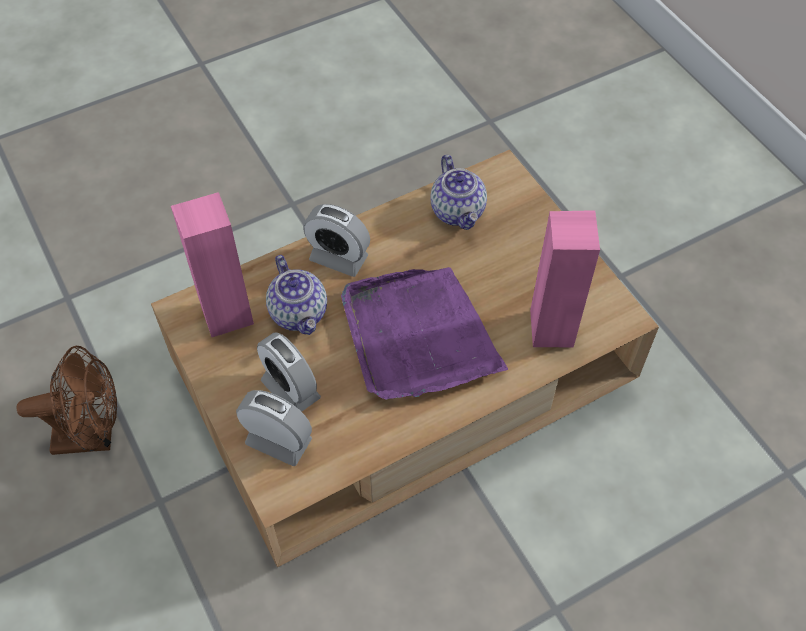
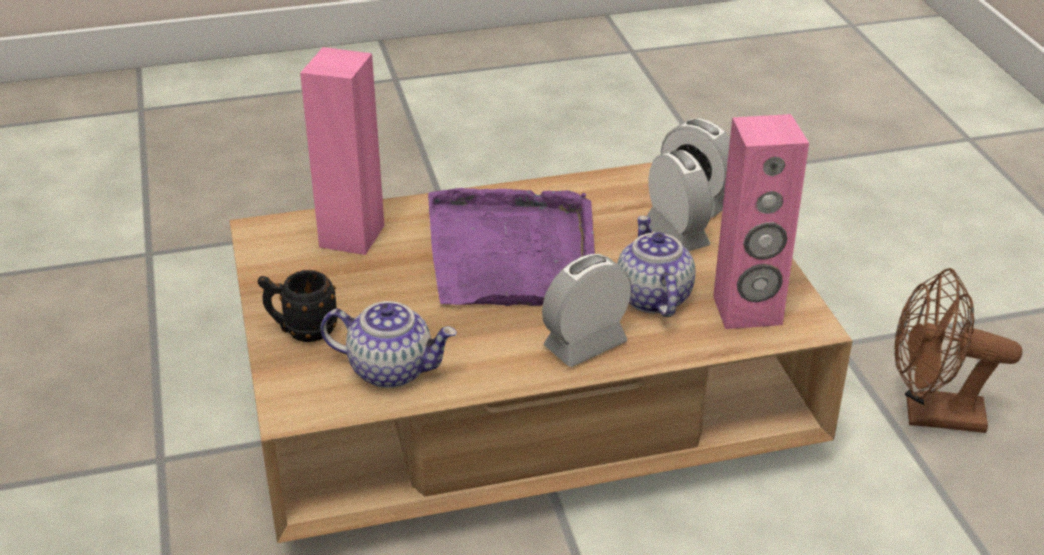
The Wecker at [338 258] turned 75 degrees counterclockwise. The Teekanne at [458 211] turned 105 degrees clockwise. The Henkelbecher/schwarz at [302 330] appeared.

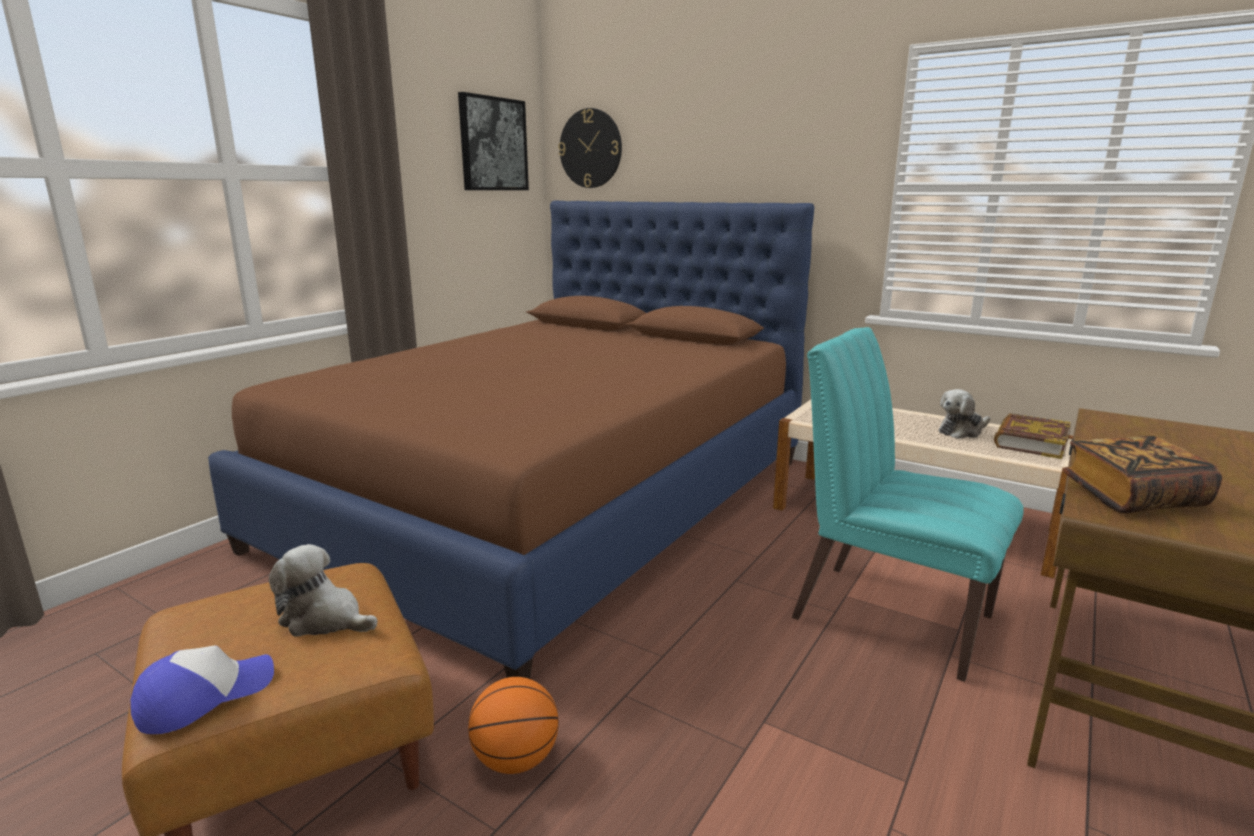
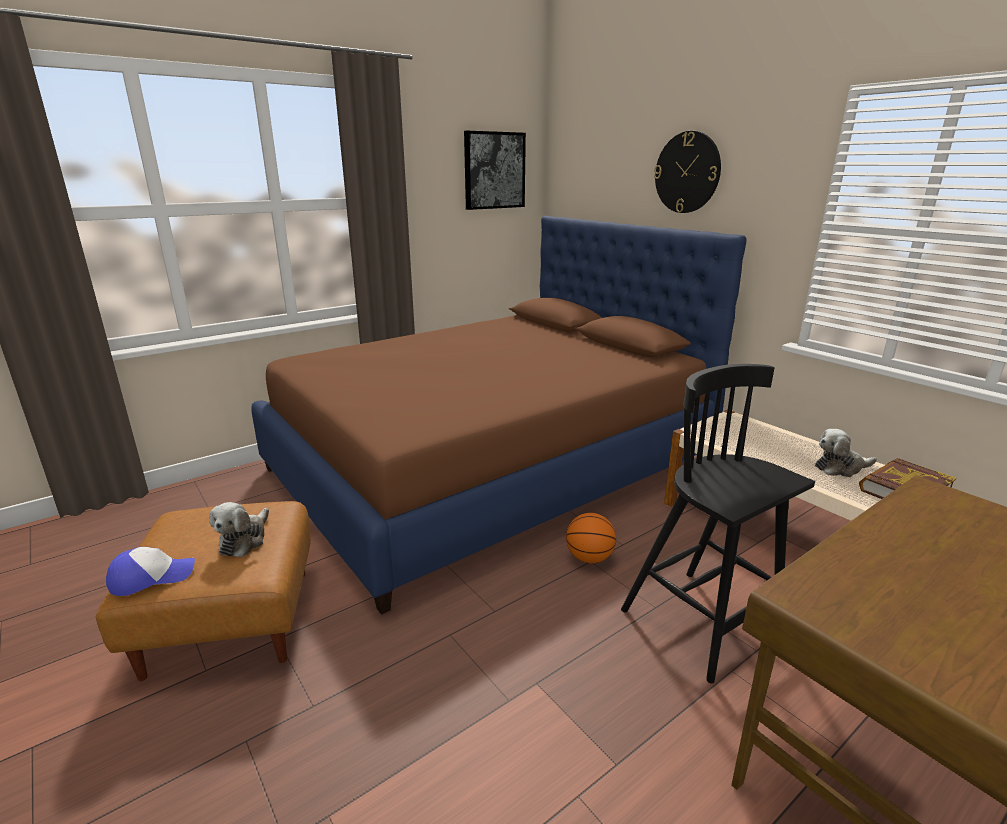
The Plüschtier at [325 619] turned 120 degrees counterclockwise. The Basketball moved from [516 759] to [589 558]. The Wanduhr moved from [590 148] to [687 172]. The Stuhl/türkis at [893 618] was replaced by the Hocker/schwarz at [703 625]. The Buch at [1132 497] disappeared.

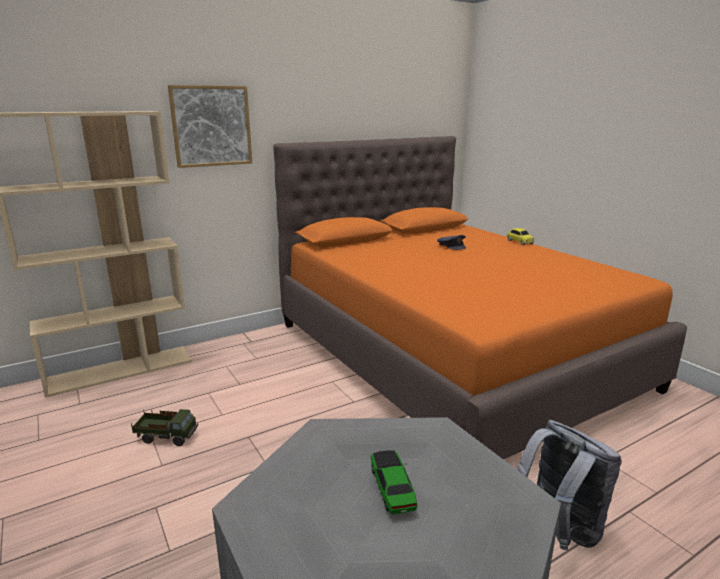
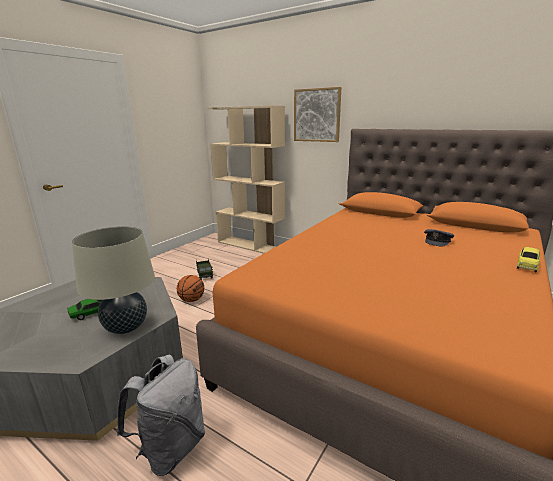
The Tischlampe/beige at [126 327] appeared. The Basketball at [191 300] appeared.

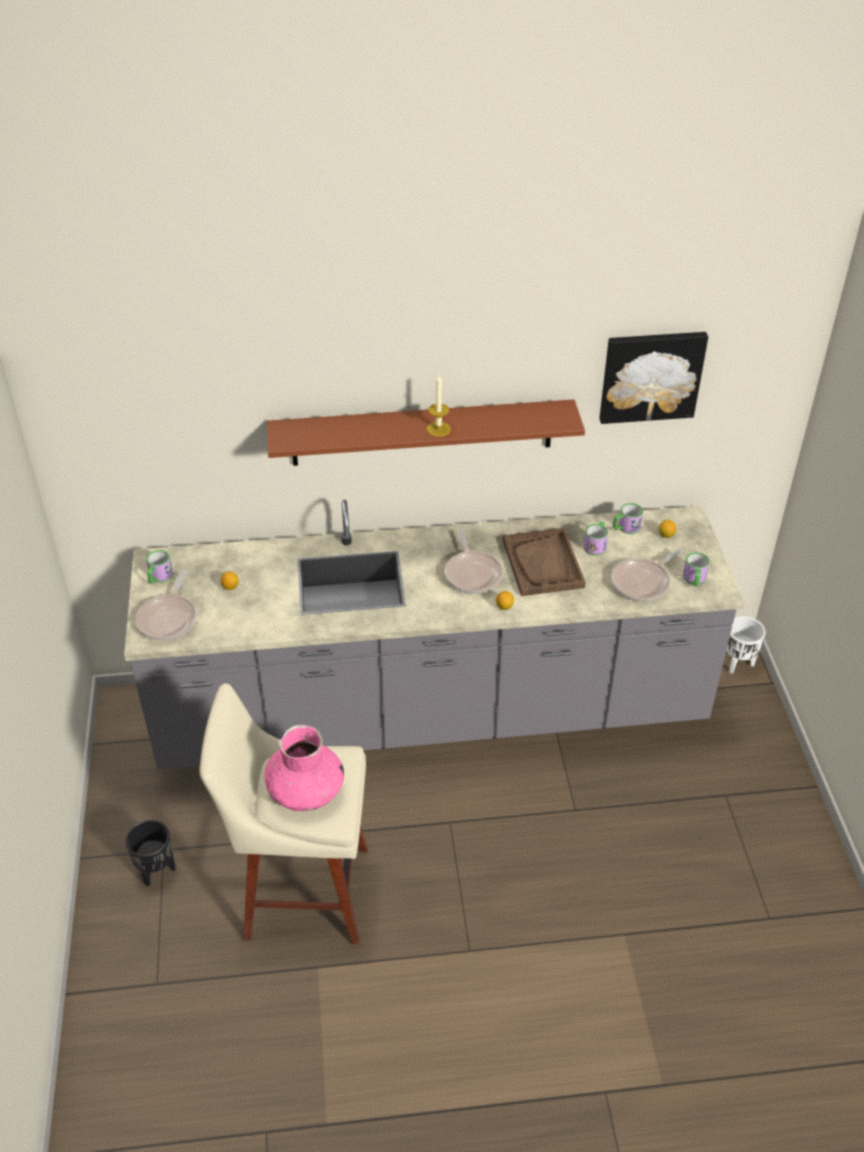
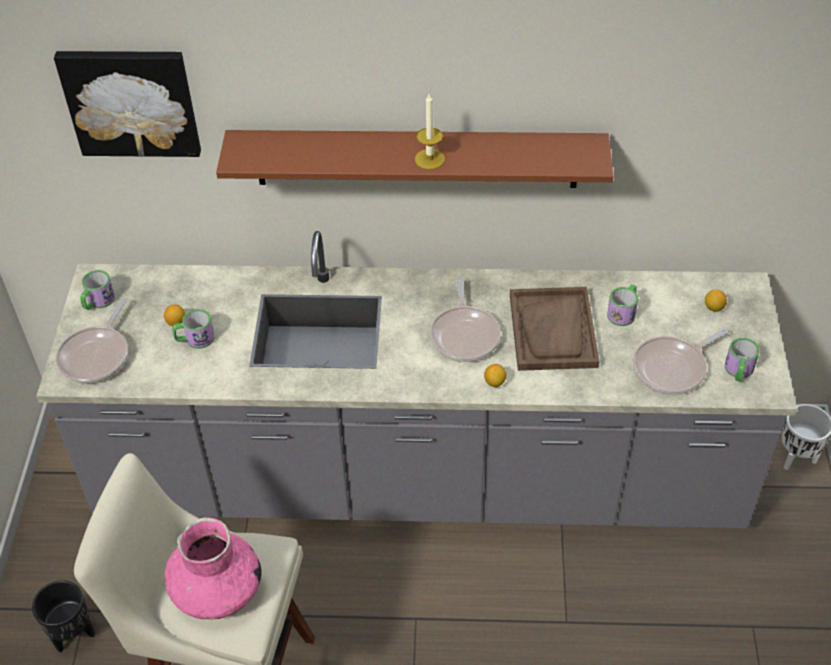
The Bild moved from [651 375] to [131 101]. The Henkelbecher moved from [625 528] to [195 339].

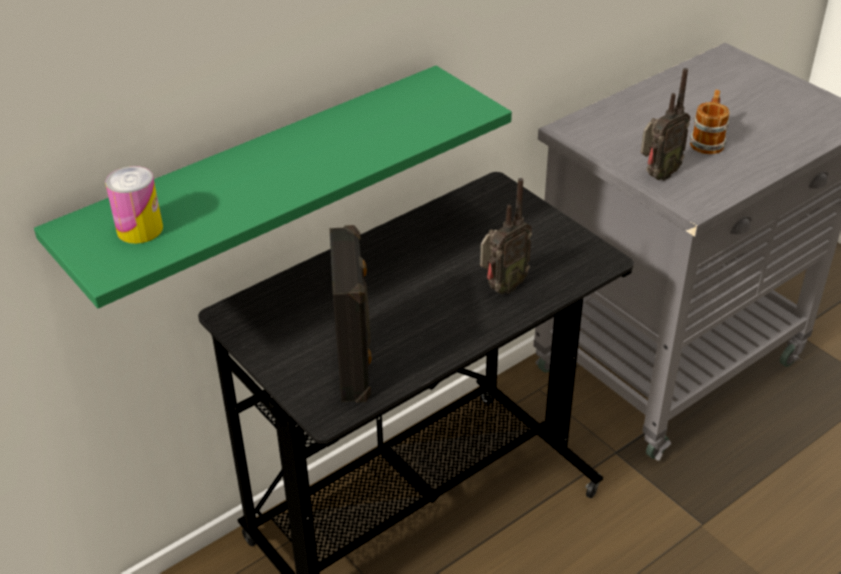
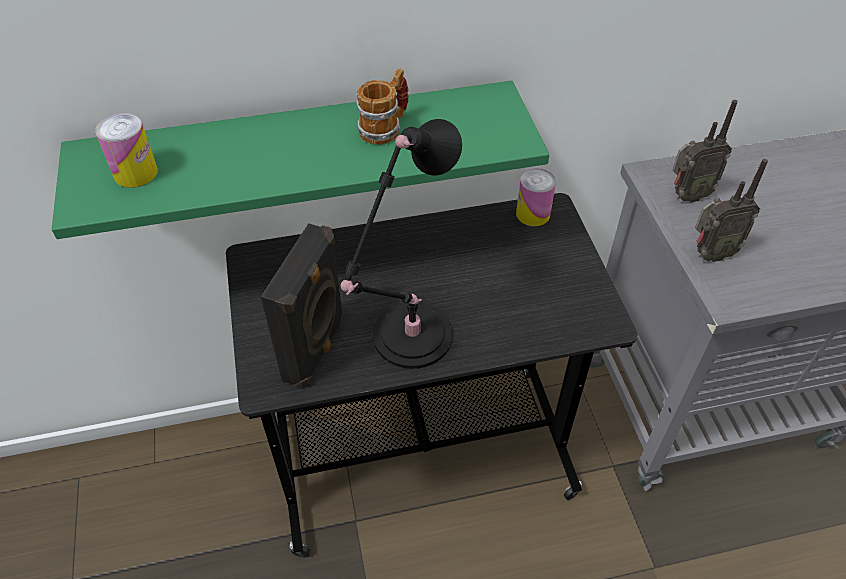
The Radio moved from [502 287] to [686 195]. The Henkelbecher moved from [708 141] to [385 127]. The Tischlampe/schwarz at [407 340] appeared. The Dose at [533 214] appeared.

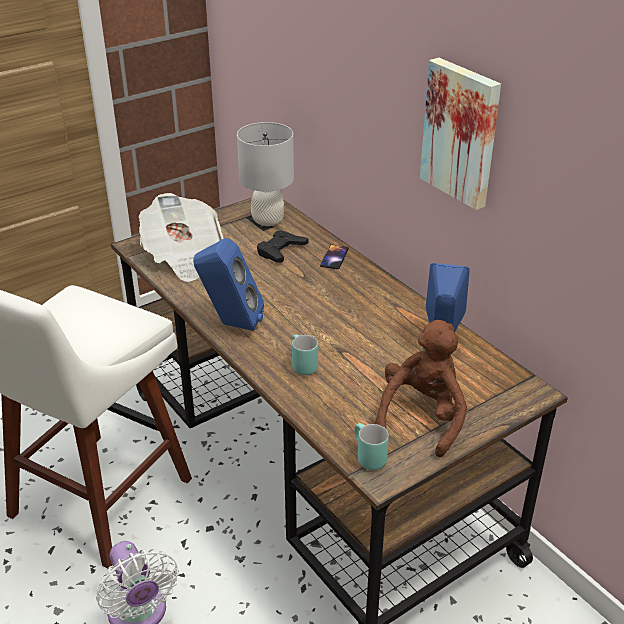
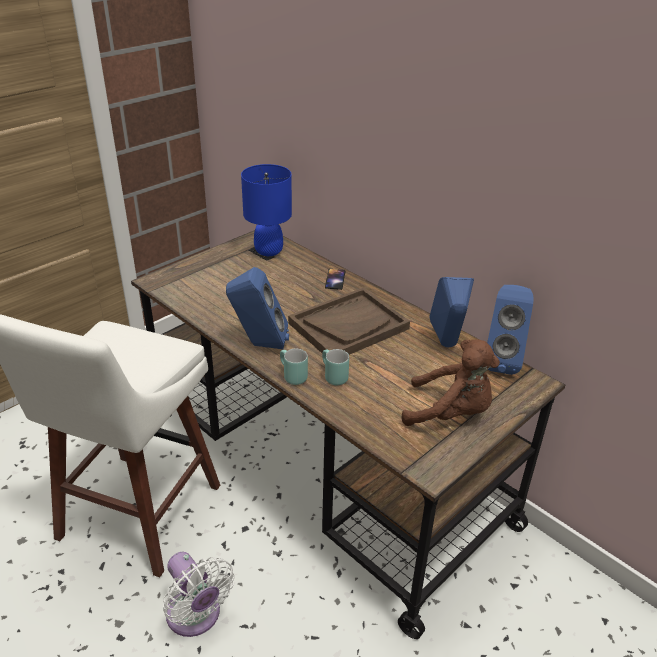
The Zeitung at [184 257] disappeared. The Tischlampe/grau at [268 222] became the Tischlampe/blau at [269 252]. The Gamepad/schwarz at [281 250] disappeared. The Henkelbecher/türkis moved from [366 457] to [291 376]. The Plüschtier/braun at [422 417] turned 90 degrees clockwise. The Bild at [462 132] disappeared. The Tablett/braun at [348 326] appeared. The Lautsprecher/blau at [501 360] appeared.

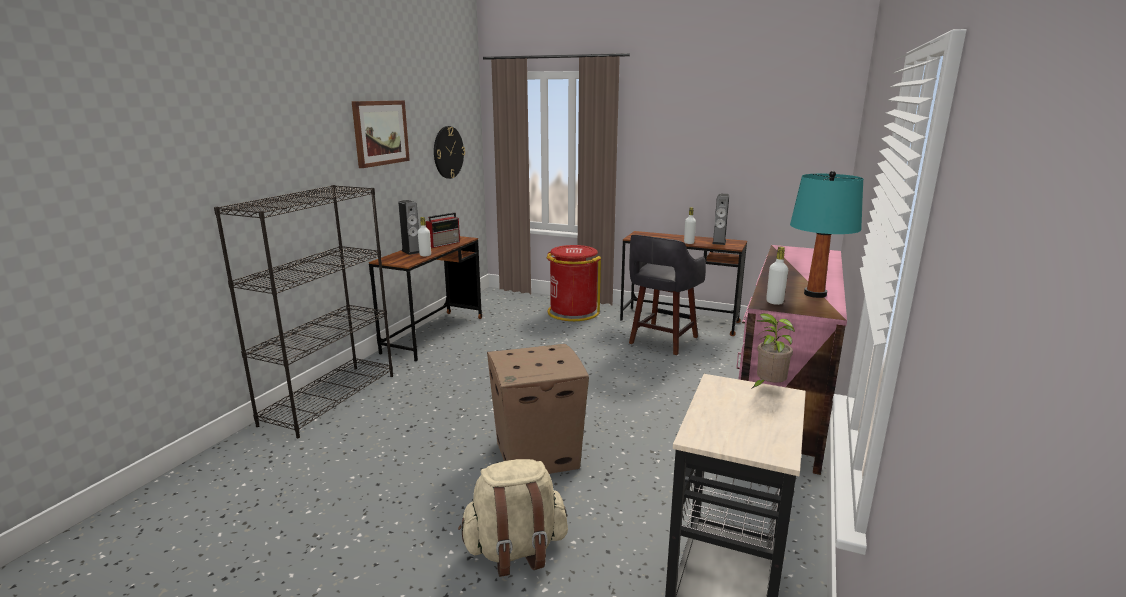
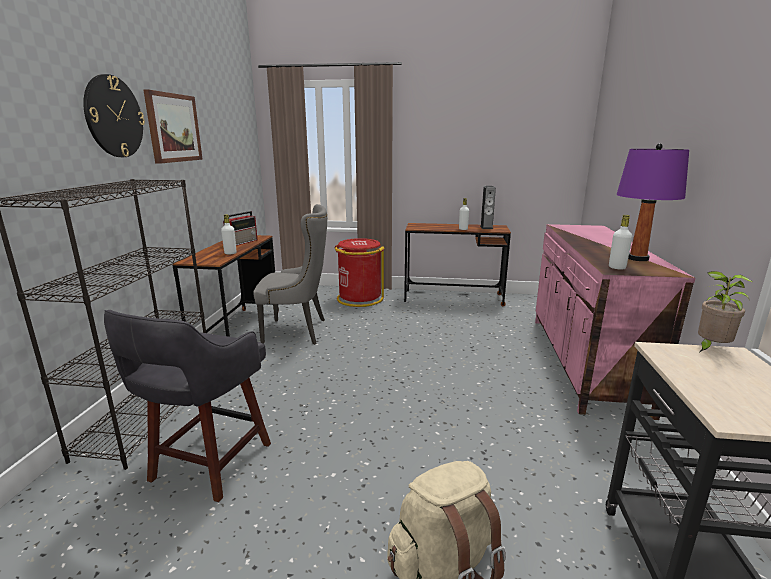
The Lautsprecher at [411 251] disappeared. The Wanduhr moved from [448 152] to [114 117]. The Karton at [538 455] disappeared. The Hocker/grau moved from [661 341] to [208 465]. The Tischlampe/türkis at [815 294] became the Tischlampe/lila at [637 258]. The Stuhl/grau at [297 331] appeared.

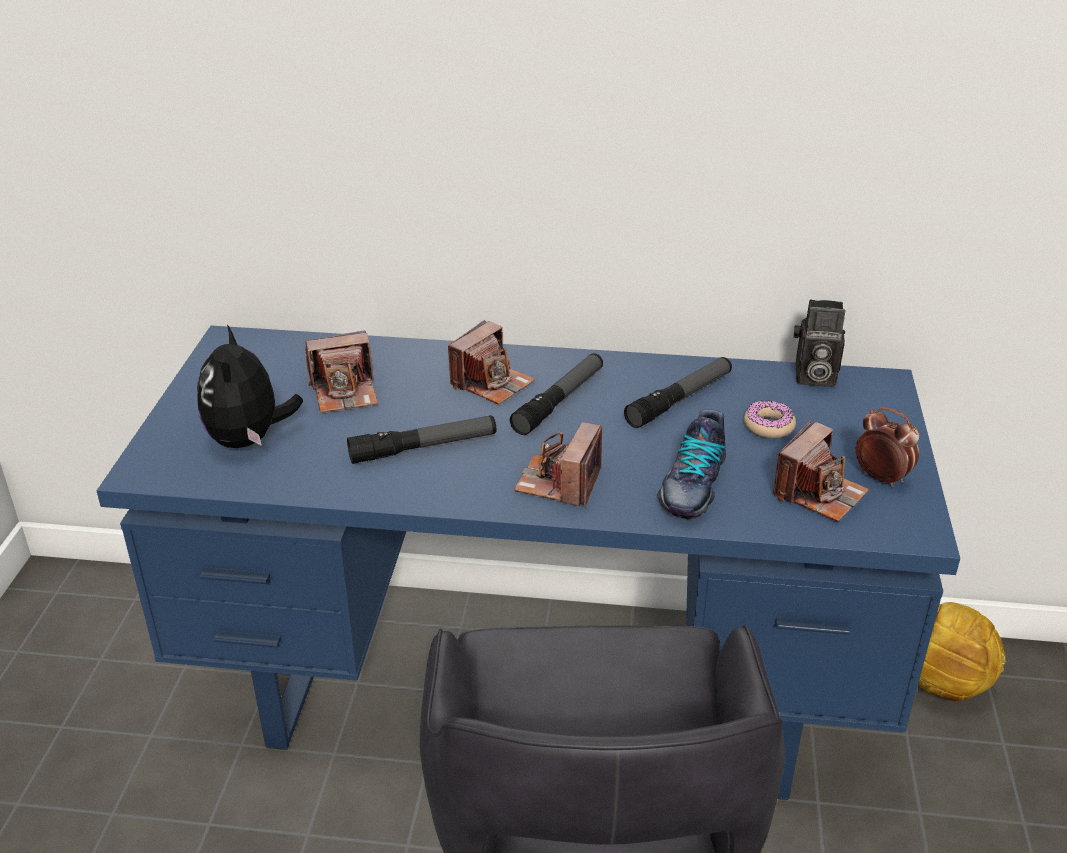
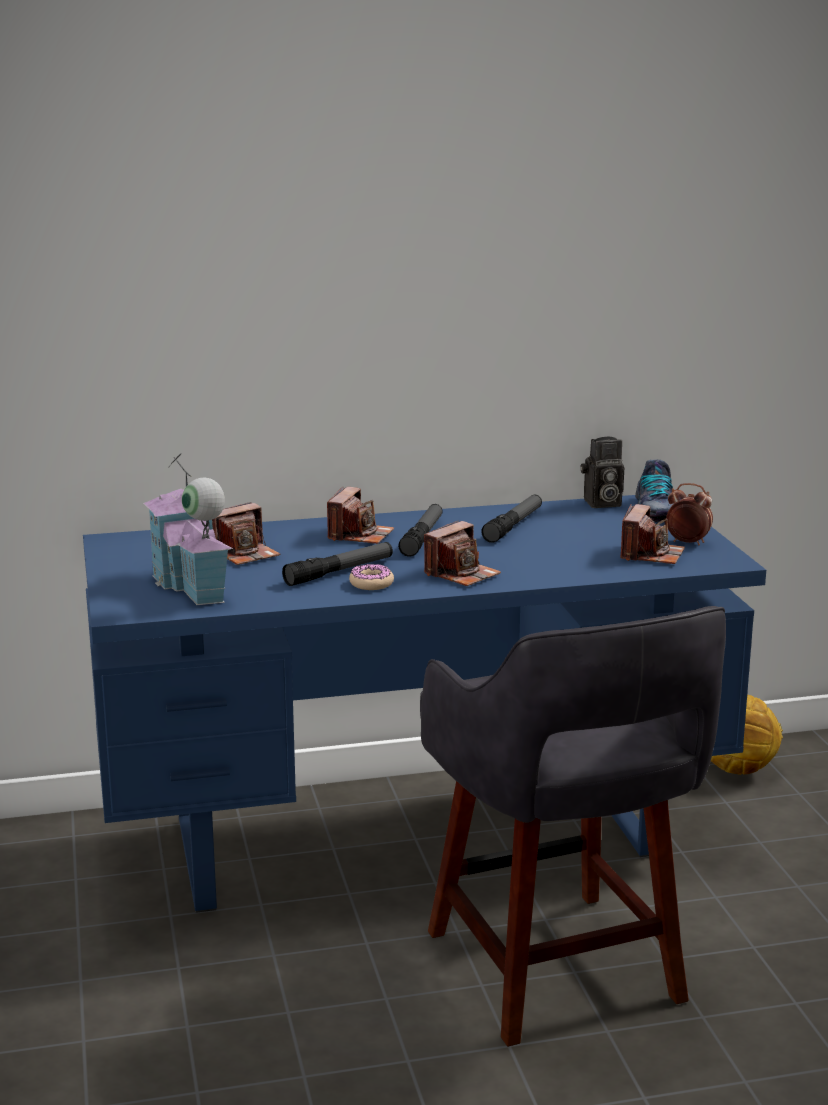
The Plüschtier at [249 440] was replaced by the Spielzeughaus at [191 586]. The Kamera at [559 483] turned 135 degrees counterclockwise. The Schuh moved from [691 484] to [654 510]. The Donut moved from [768 426] to [371 584].

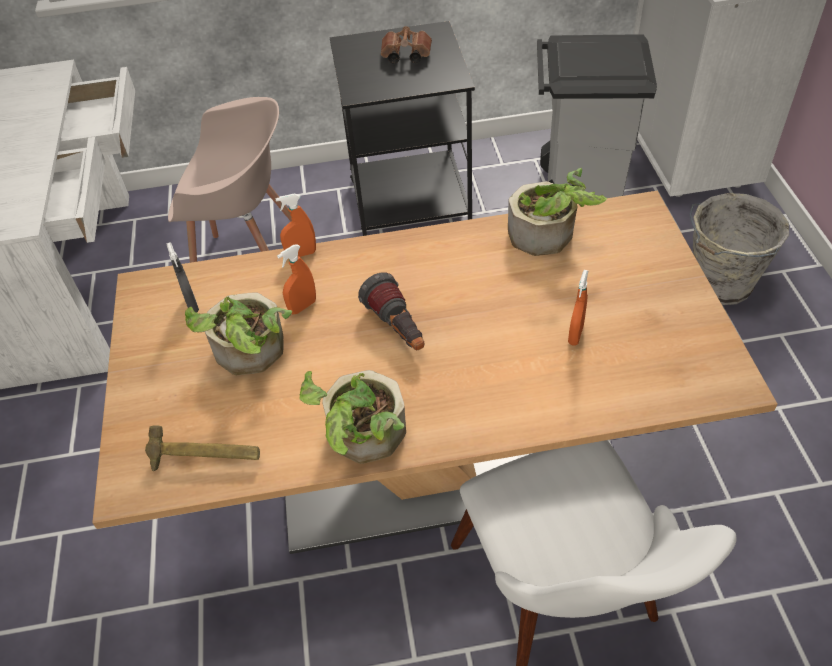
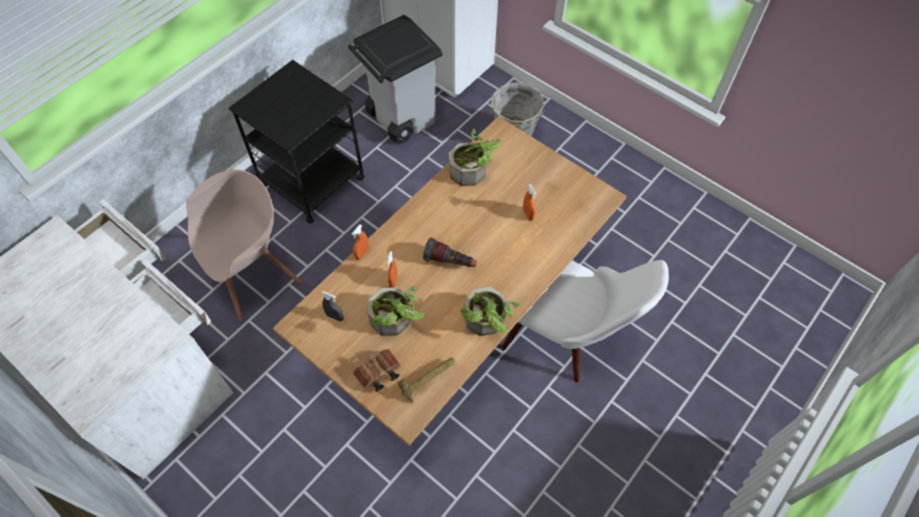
The Fernglas/braun moved from [405 56] to [377 374].

